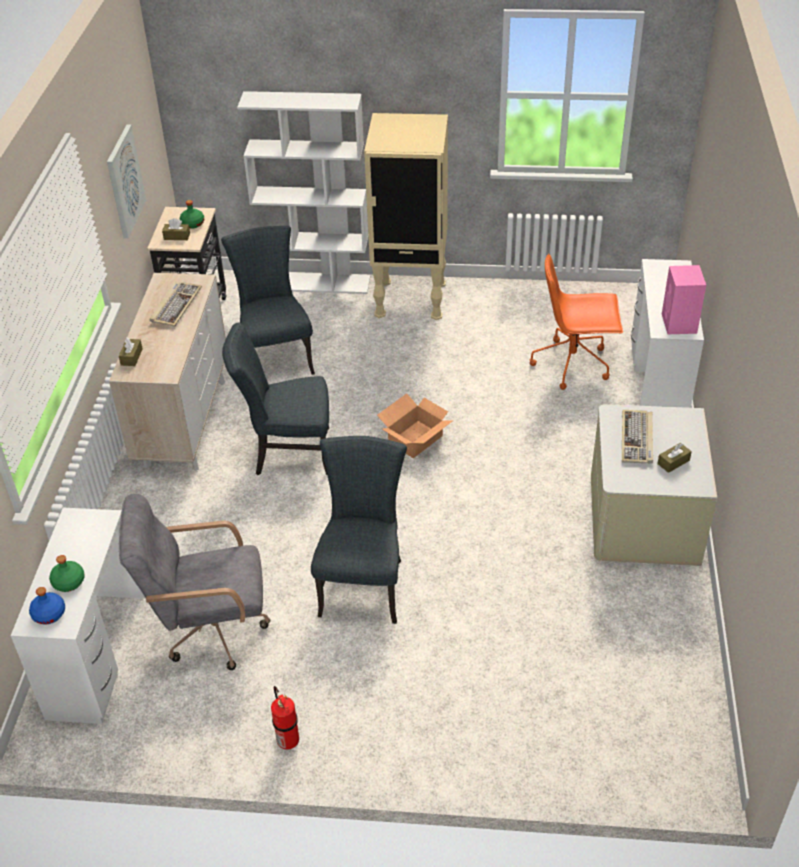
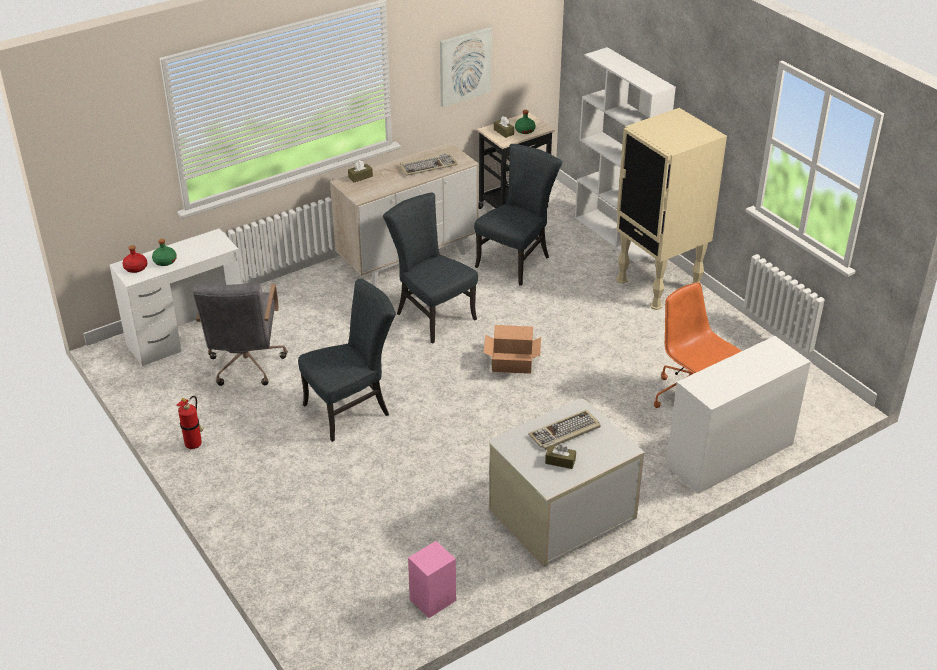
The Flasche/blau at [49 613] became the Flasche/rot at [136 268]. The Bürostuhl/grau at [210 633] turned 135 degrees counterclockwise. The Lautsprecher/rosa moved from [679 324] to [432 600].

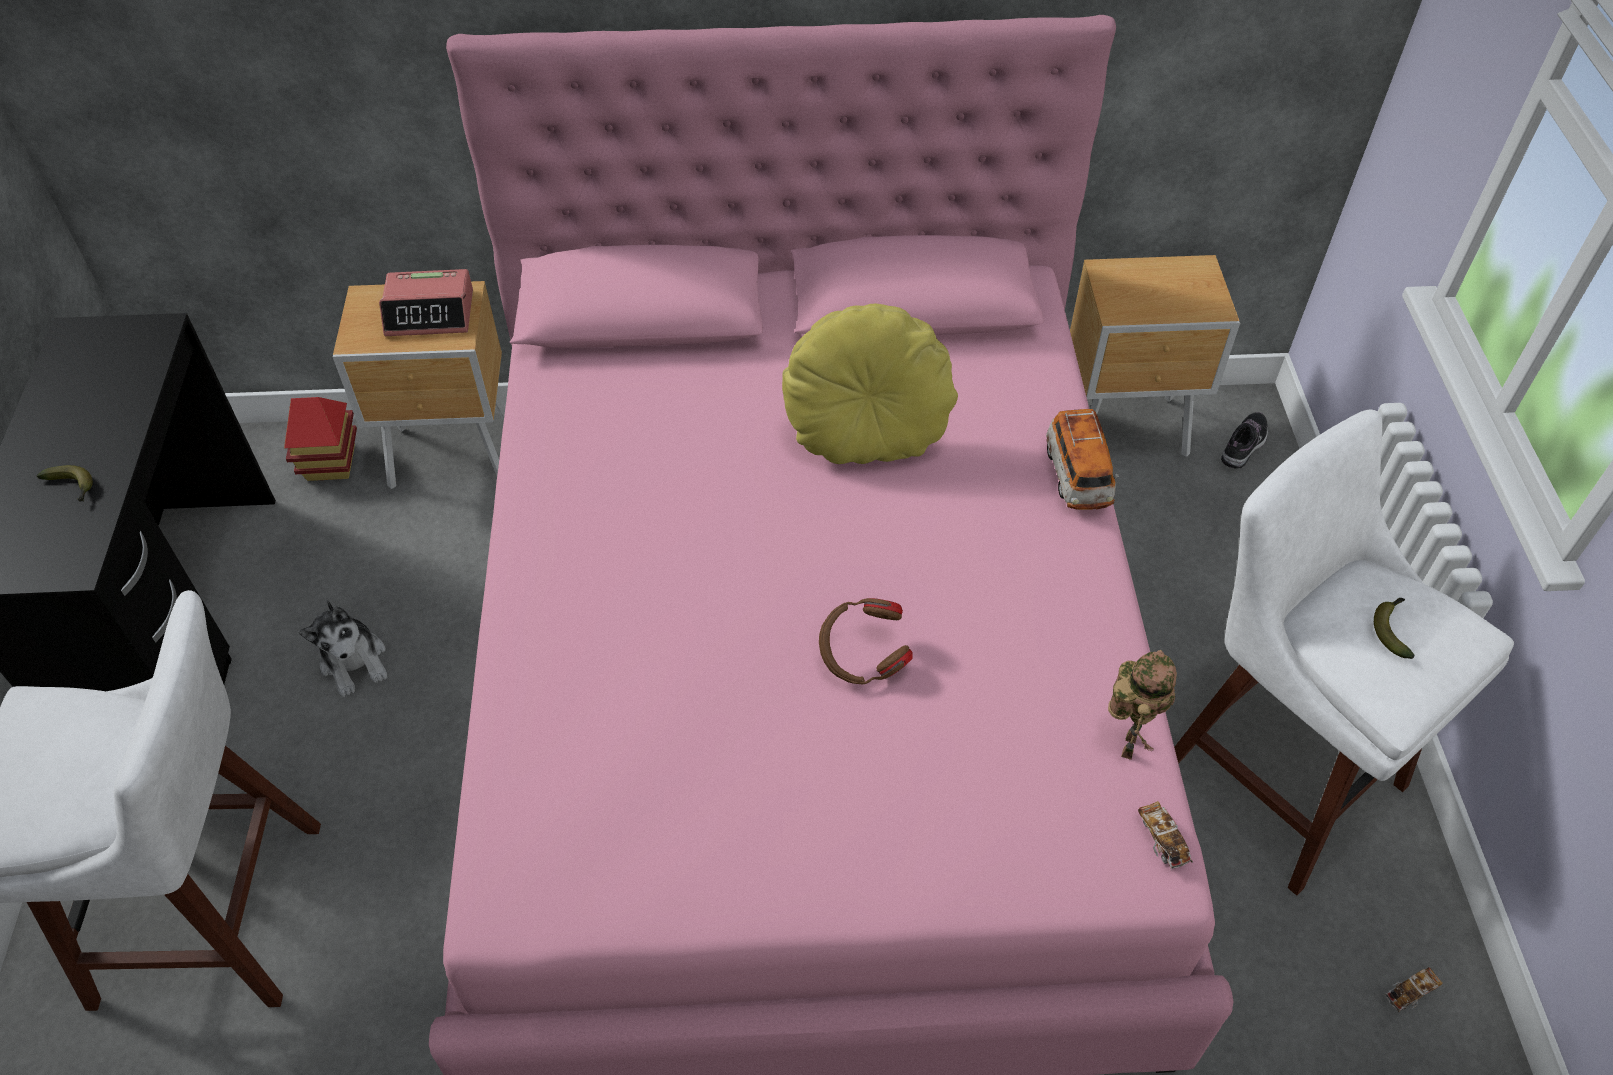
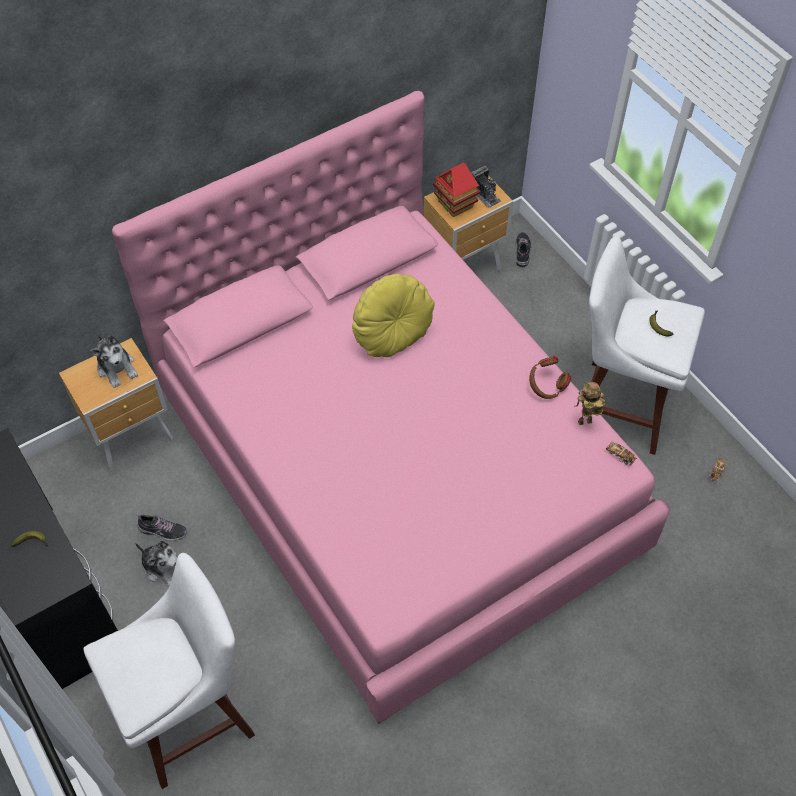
The Spielzeughaus moved from [331 463] to [455 204]. The Wecker at [430 313] was replaced by the Plüschtier at [117 368]. The Kopfhörer/braun moved from [862 659] to [546 387]. The Spielzeugauto at [1077 476] disappeared. The Spielzeugroboter at [1125 742] turned 90 degrees counterclockwise. The Schuh at [163 530] appeared. The Kamera at [485 195] appeared.

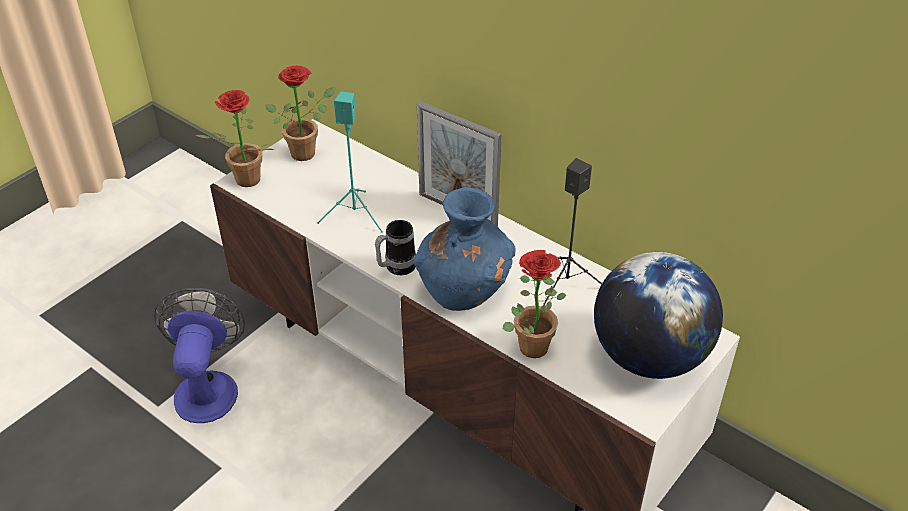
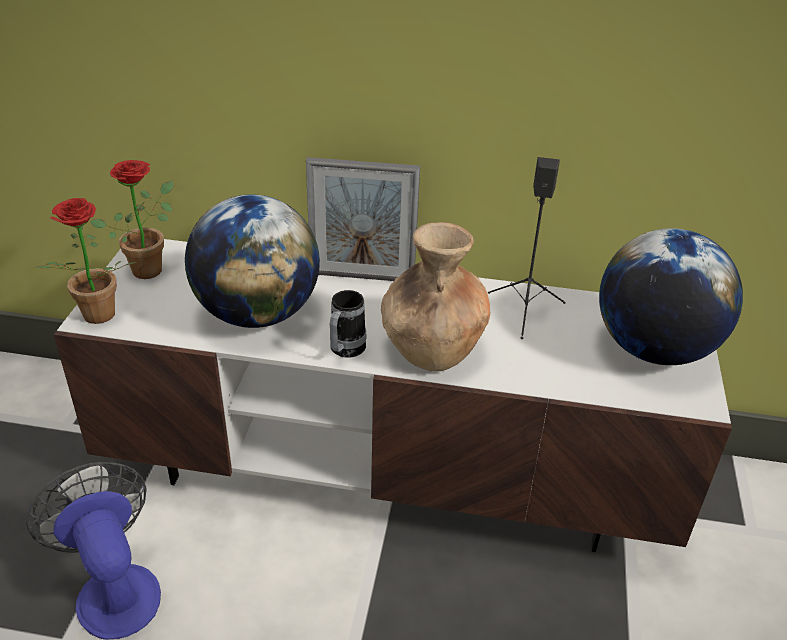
The Lautsprecher/türkis at [355 215] was replaced by the Globus at [257 313]. The Vase/blau at [464 288] became the Vase/braun at [432 347]. The Topfpflanze at [530 342] disappeared.

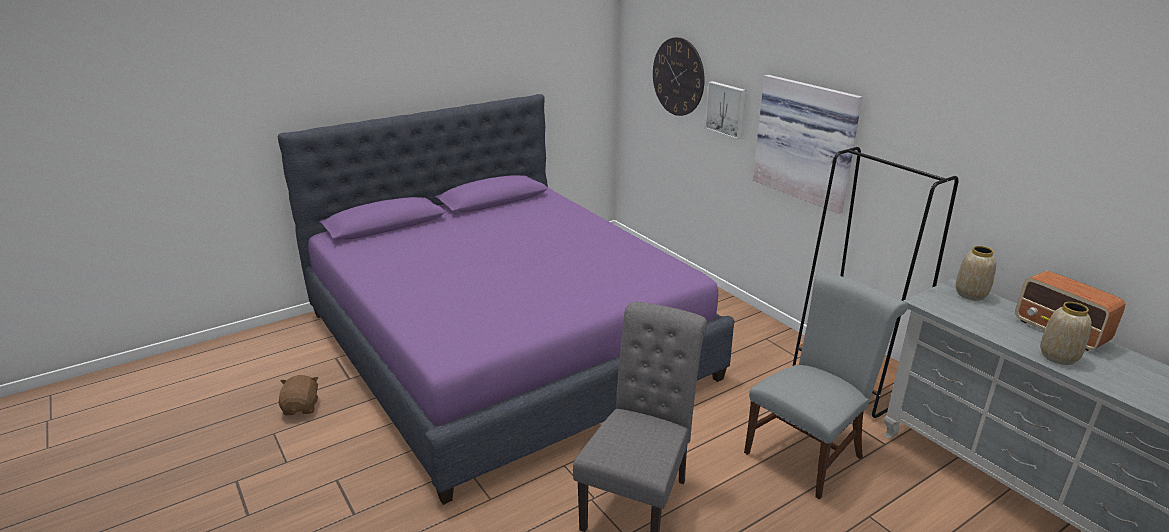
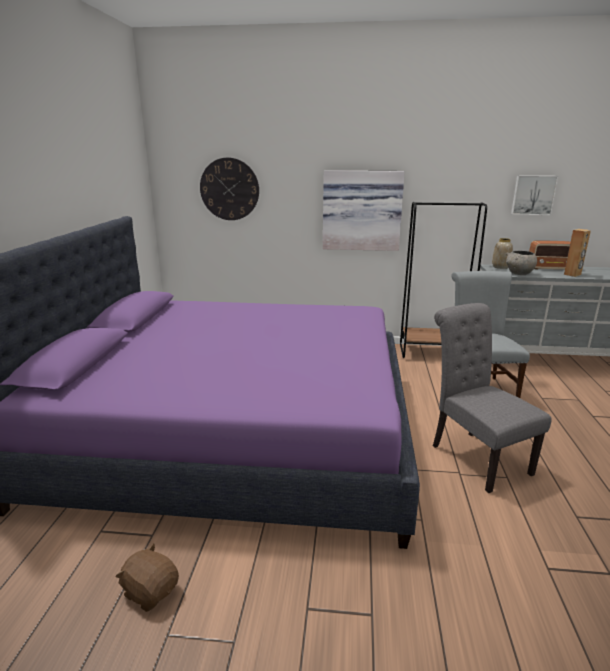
The Bild moved from [726 109] to [533 195]. The Vase at [1058 356] was replaced by the Lautsprecher/braun at [572 274]. The Schüssel/grau at [519 274] appeared.

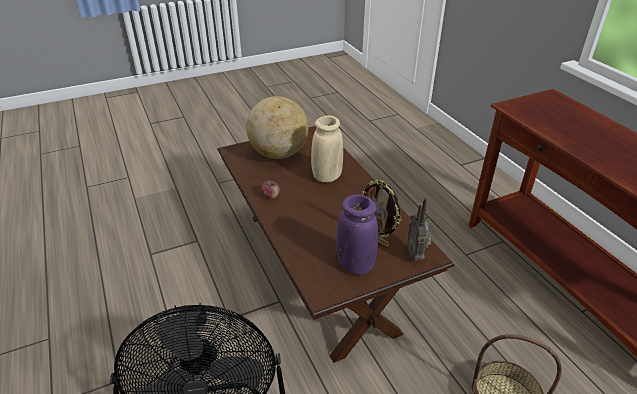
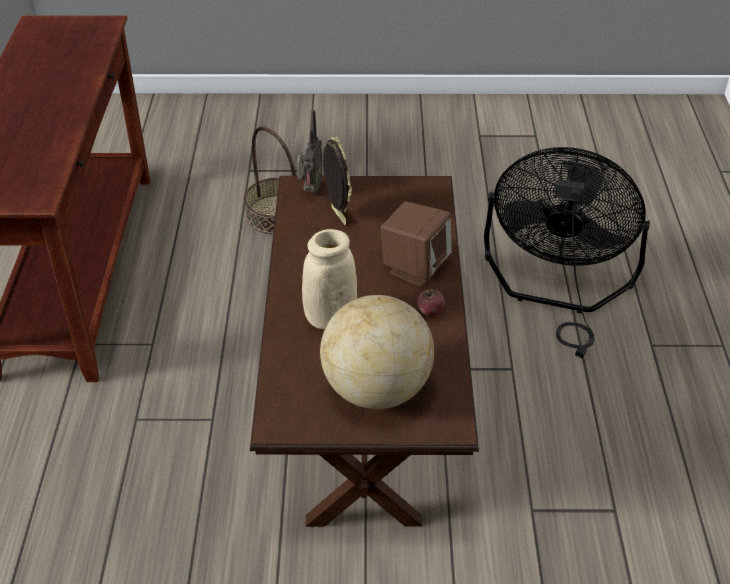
The Vase/lila at [355 265] disappeared. The Lautsprecher/braun at [415 268] appeared.

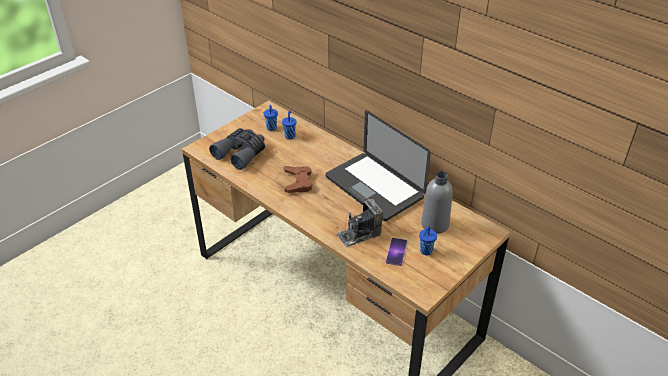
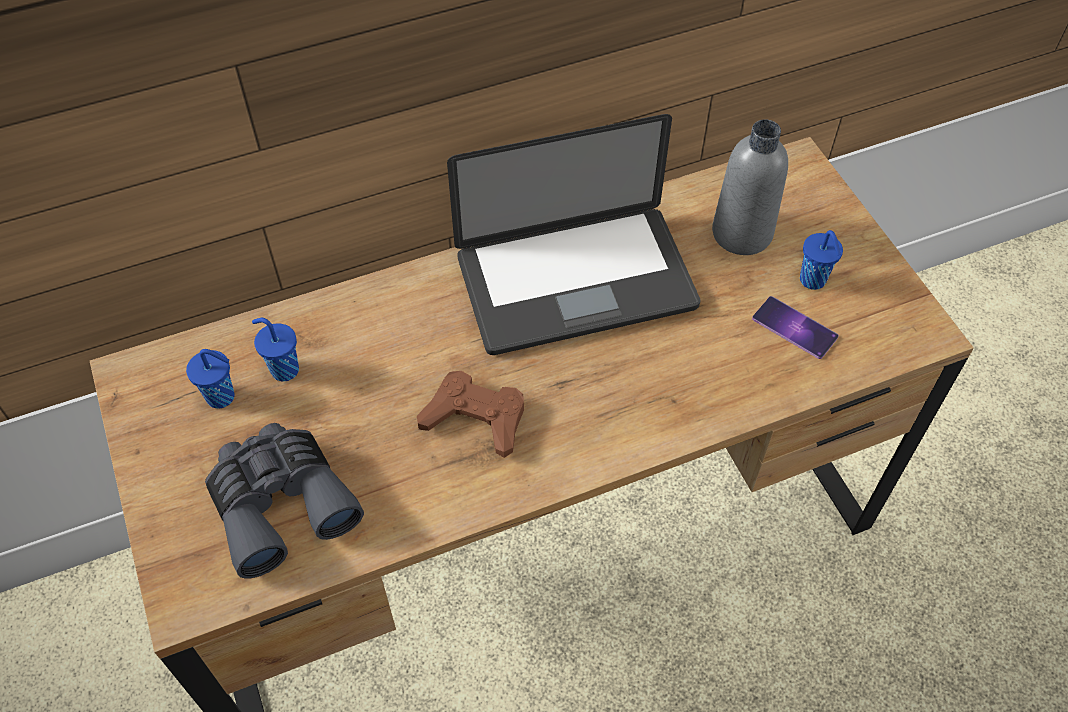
The Kamera at [359 234] disappeared.

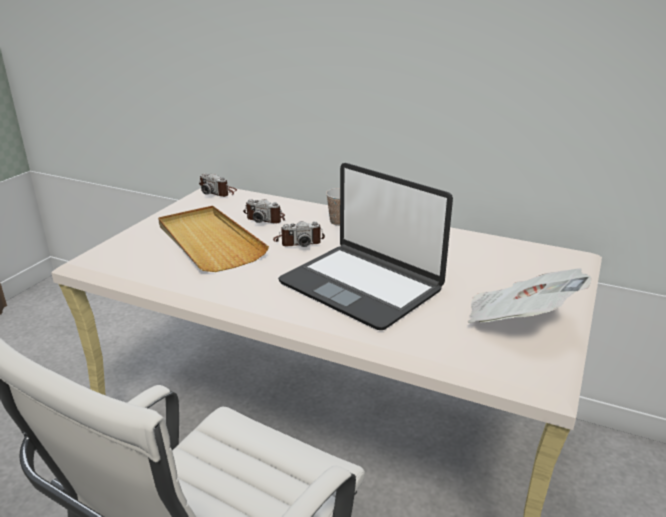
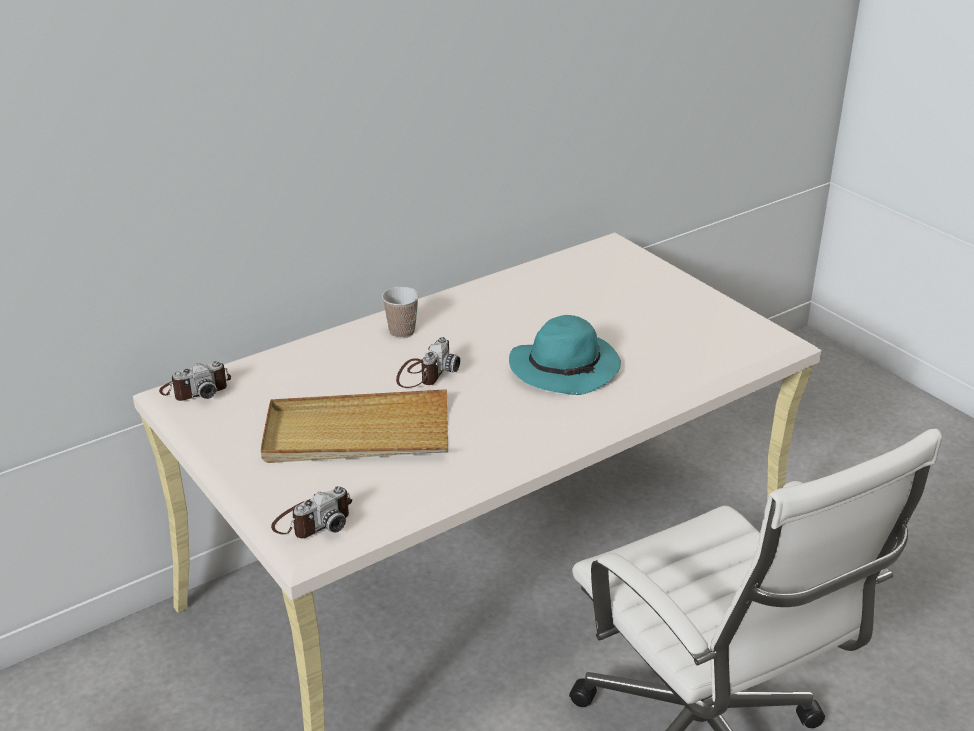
The Kamera moved from [266 218] to [313 521]. The Laptop at [361 286] was replaced by the Hut/türkis at [566 368]. The Zeitung at [518 321] disappeared.

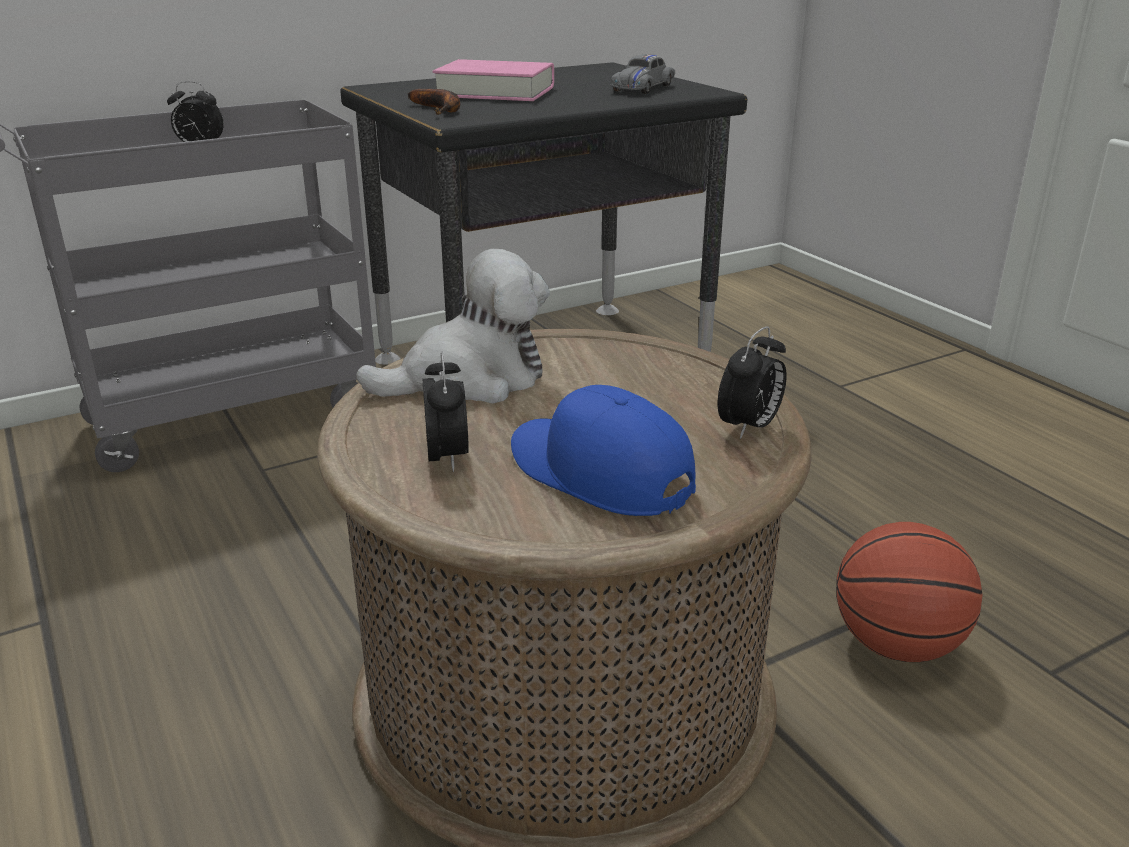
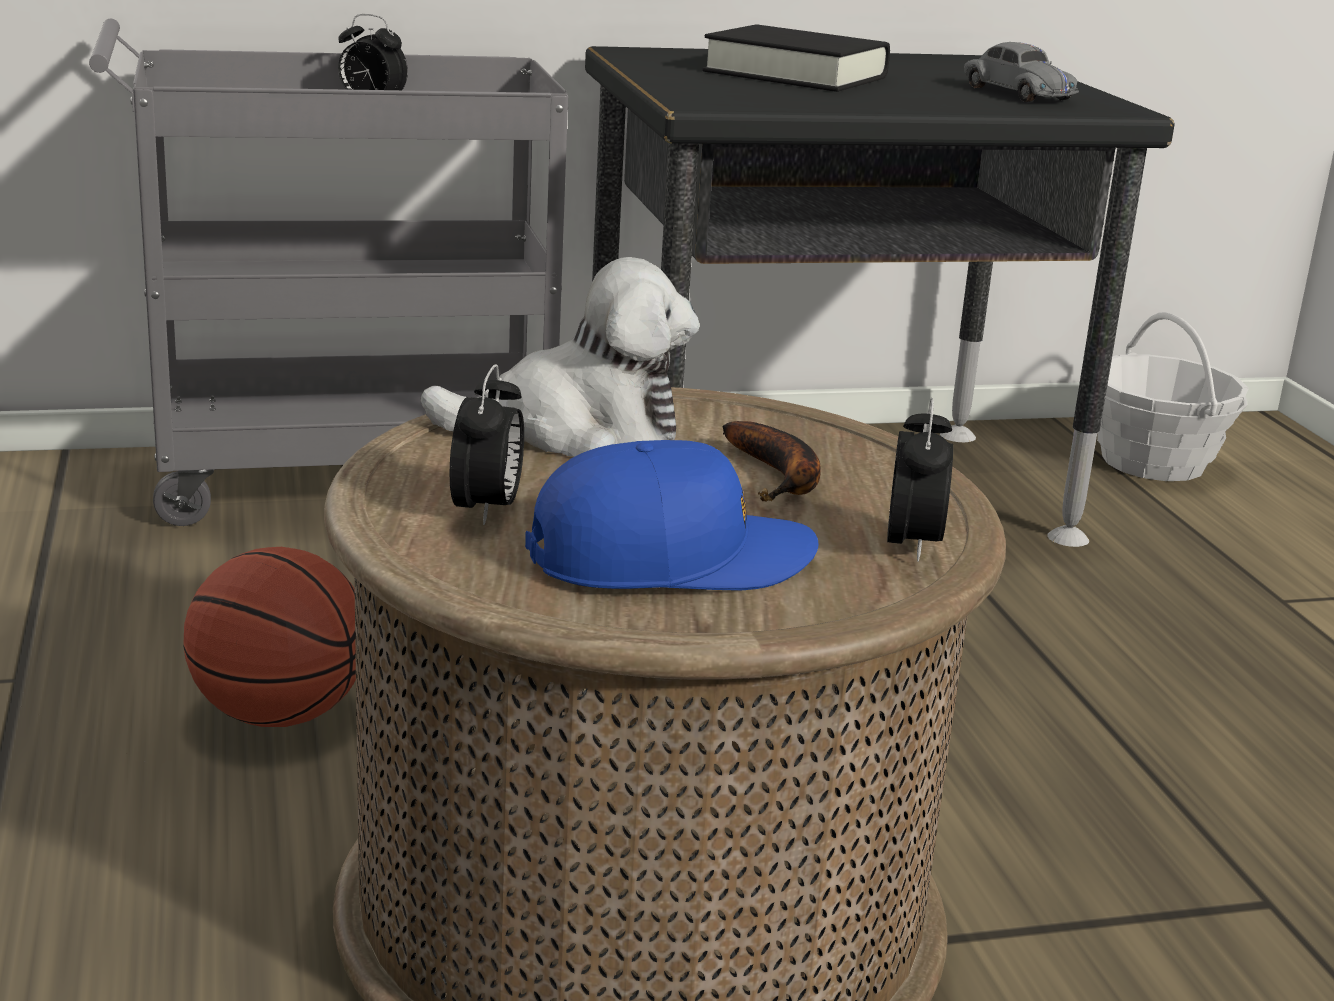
The Banane moved from [440 109] to [779 476]. The Buch/rosa at [495 92] became the Buch/schwarz at [795 74]. The Kappe/blau at [599 472] turned 105 degrees clockwise. The Spielzeugauto/grau at [642 88] turned 75 degrees counterclockwise. The Wecker at [749 427] turned 45 degrees counterclockwise. The Basketball moved from [896 645] to [280 715]. The Korb at [1153 462] appeared.

